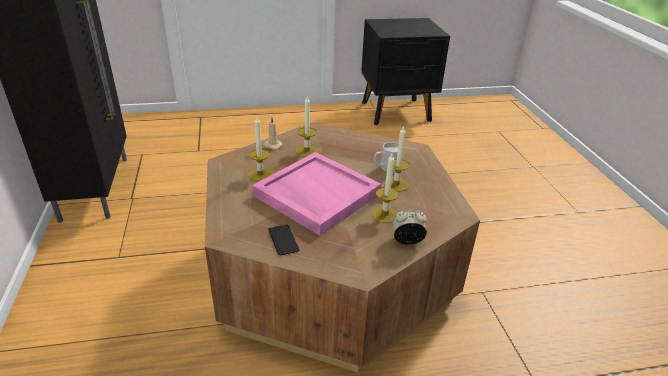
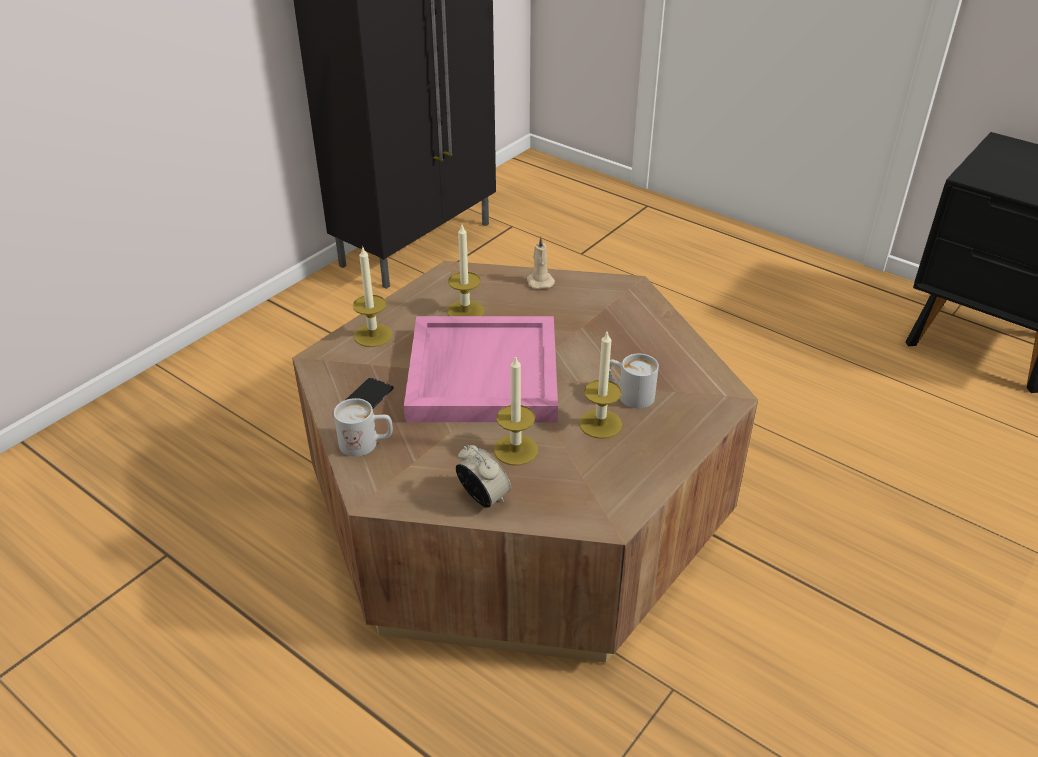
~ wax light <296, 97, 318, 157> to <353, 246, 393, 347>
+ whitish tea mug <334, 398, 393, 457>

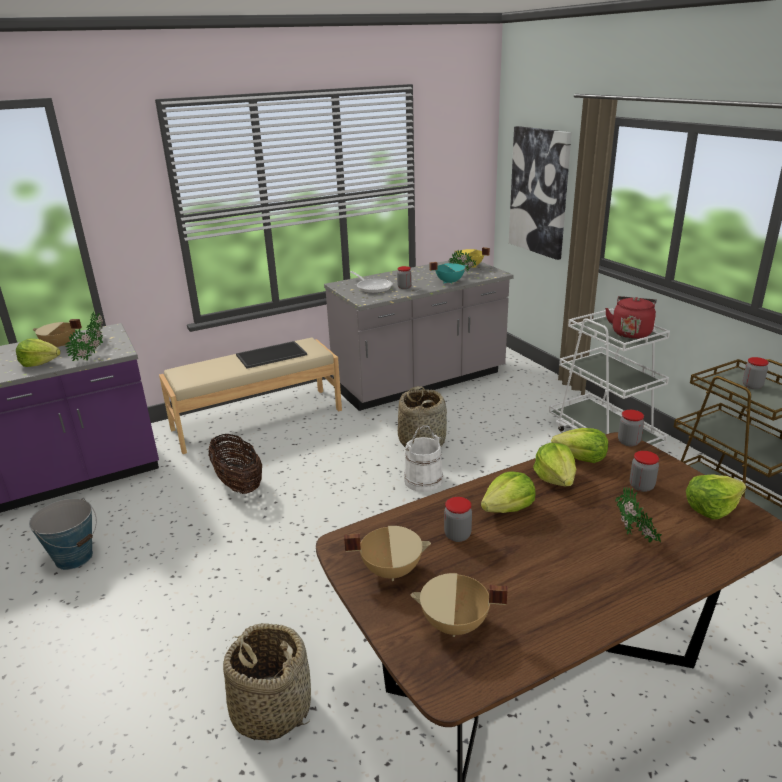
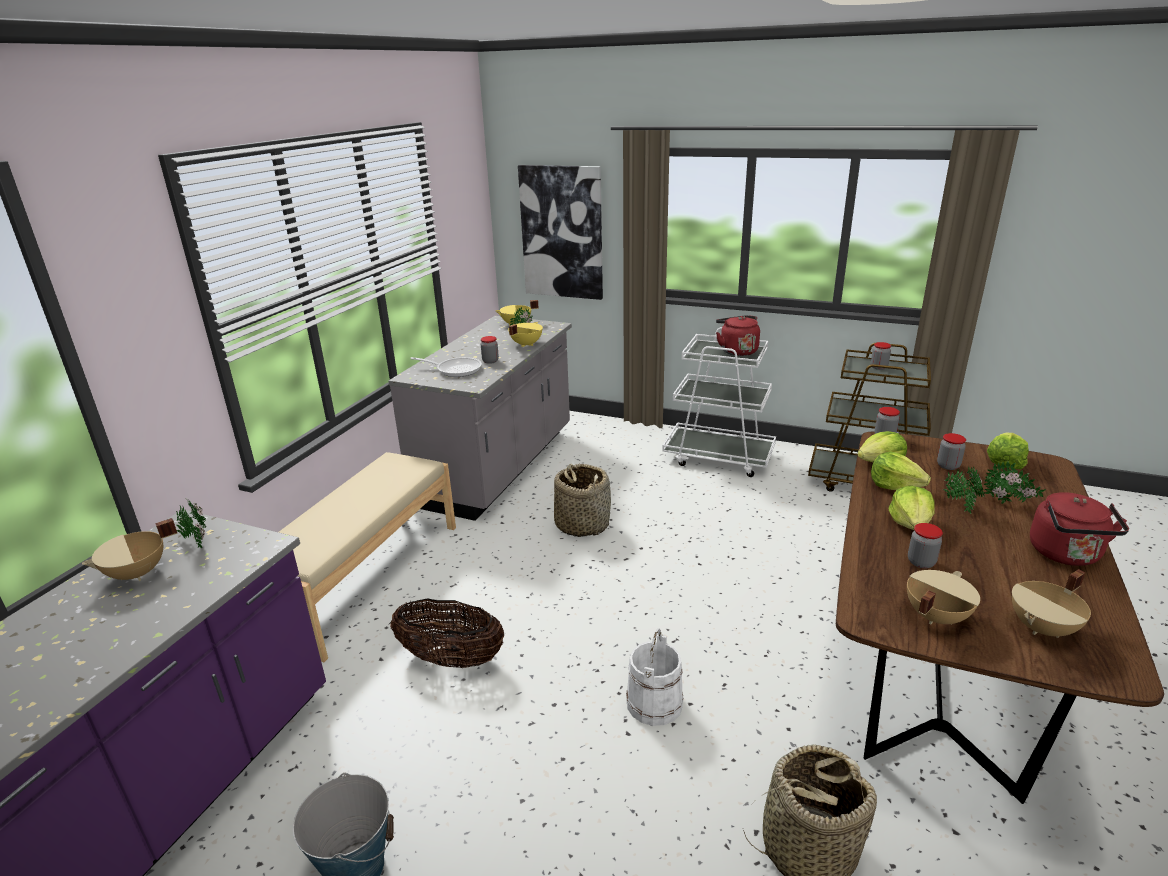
~ turquoise-coloured stockpot <429, 262, 467, 284> to yellow stockpot <508, 322, 543, 347>
~ plant in a pot <65, 328, 103, 361> to <943, 466, 984, 514>
- lettuce head <16, 338, 61, 367>
- tray <236, 341, 307, 368>
~ whitish water bucket <404, 425, 443, 492> to <626, 628, 684, 726>
+ red water kettle <1030, 492, 1129, 566>

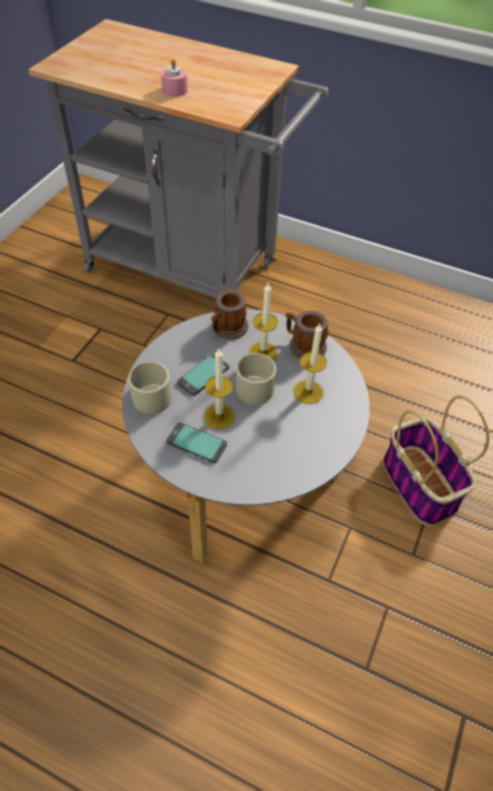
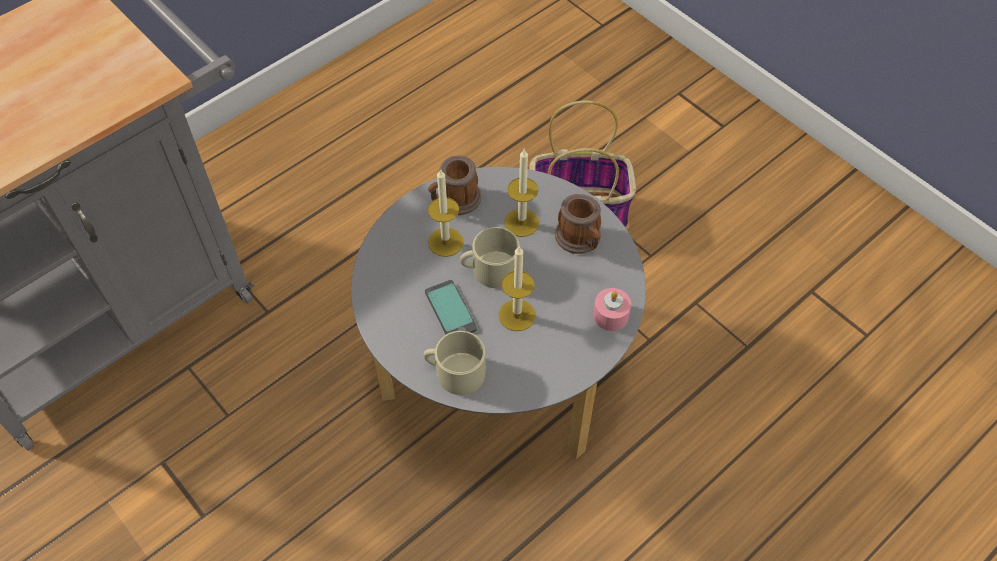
~ pink wax light <161, 59, 188, 97> to <593, 288, 631, 331>
~ tea mug <211, 290, 248, 339> to <555, 194, 601, 254>
- handset <166, 422, 227, 463>

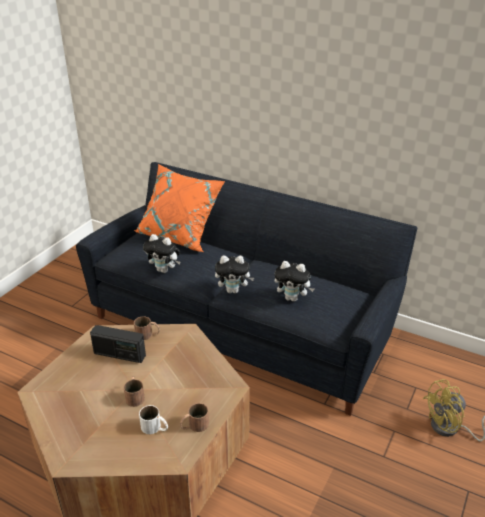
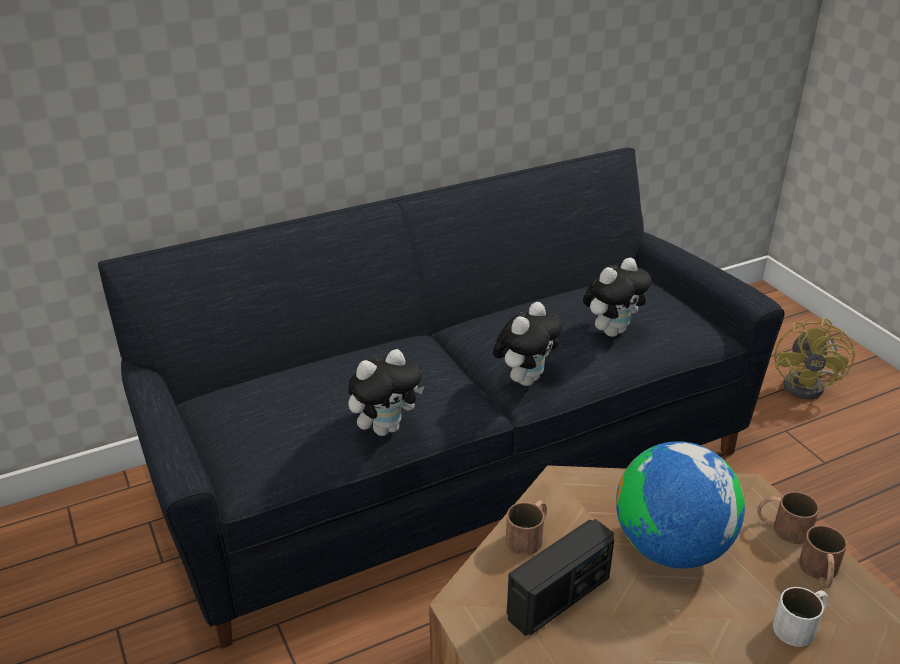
- orange cushion <134, 164, 225, 252>
~ brown-coloured tea mug <124, 376, 145, 407> to <757, 491, 819, 544>
+ desk globe <616, 441, 745, 569>

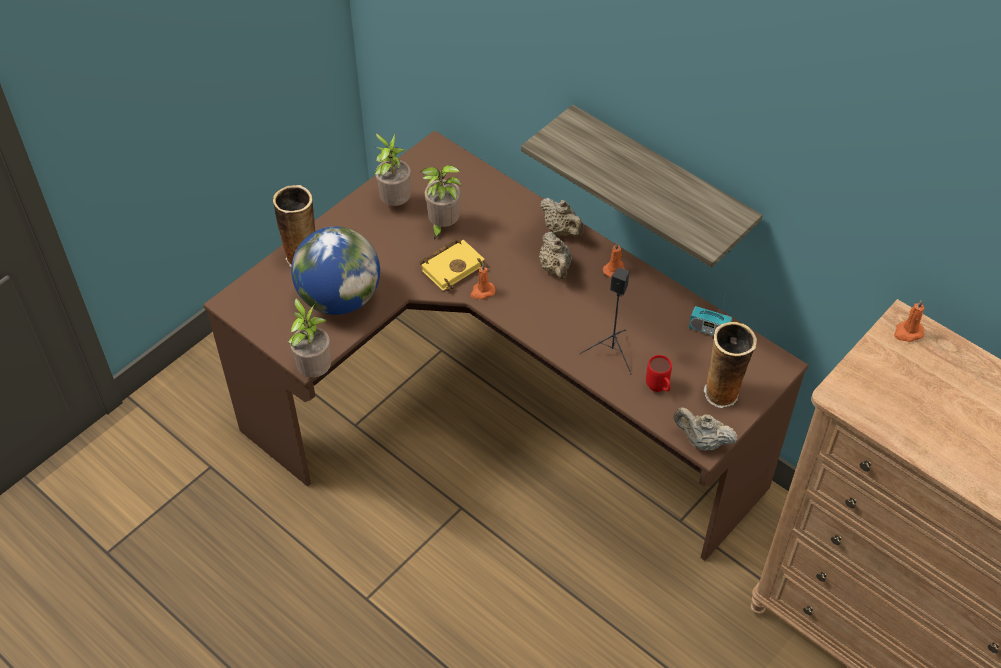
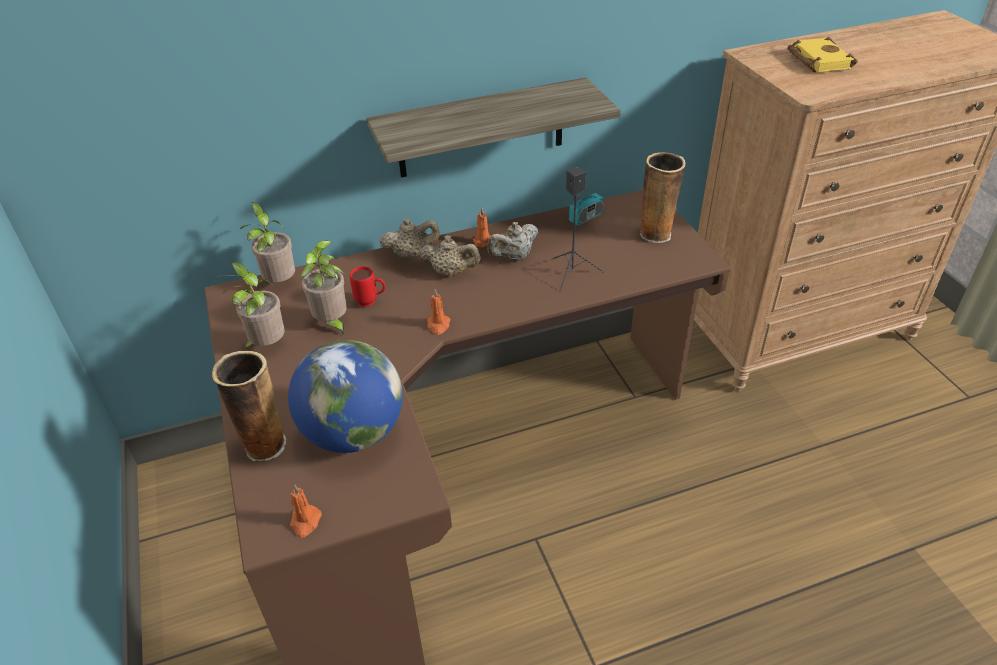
~ yellow bound book <419, 239, 487, 291> to <787, 37, 858, 72>
~ plant in a pot <288, 298, 331, 377> to <240, 202, 295, 283>
~ orange wax light <894, 300, 924, 342> to <290, 484, 322, 538>
~ red tea mug <646, 355, 672, 392> to <350, 266, 386, 307>
~ beige-coloured teapot <674, 407, 737, 451> to <487, 222, 538, 261>

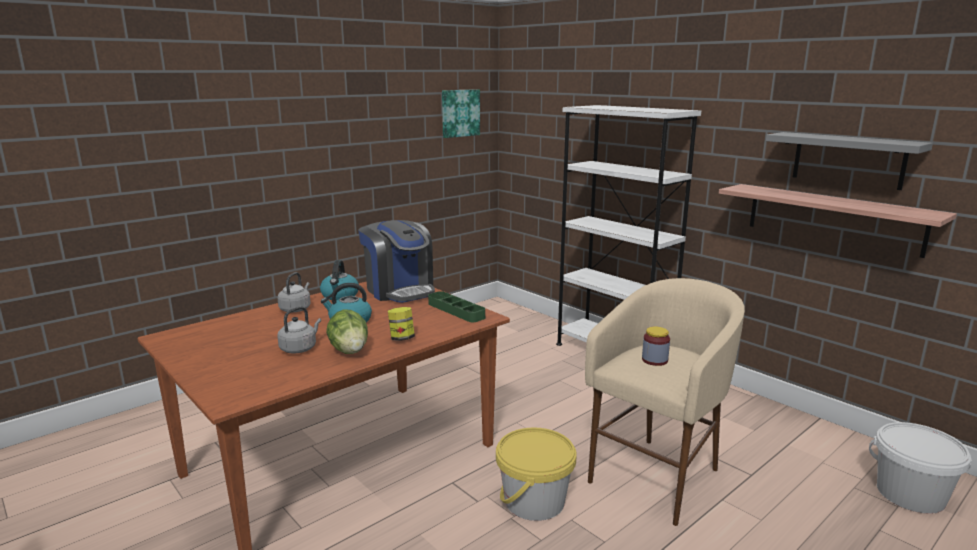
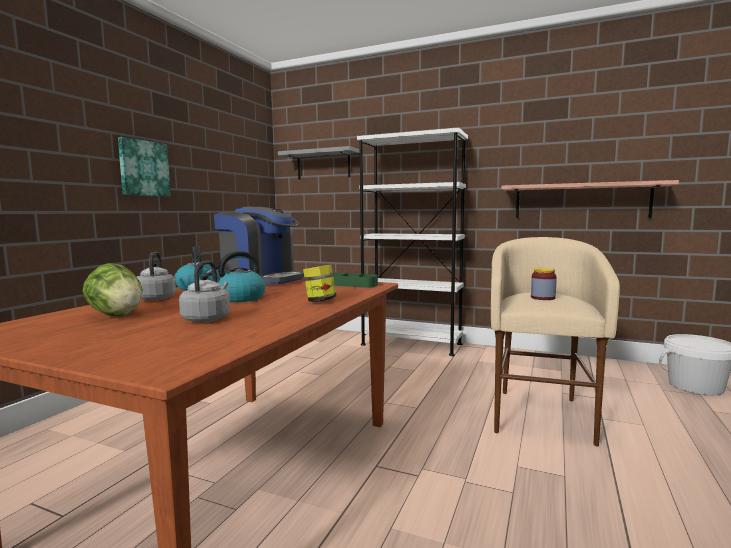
~ wall picture <442, 89, 480, 138> to <118, 137, 171, 196>
~ greyish bracket shelf <766, 132, 933, 190> to <278, 146, 359, 179>
~ lettuce head <326, 309, 368, 354> to <83, 263, 143, 316>
- yellow water bucket <496, 428, 577, 521>

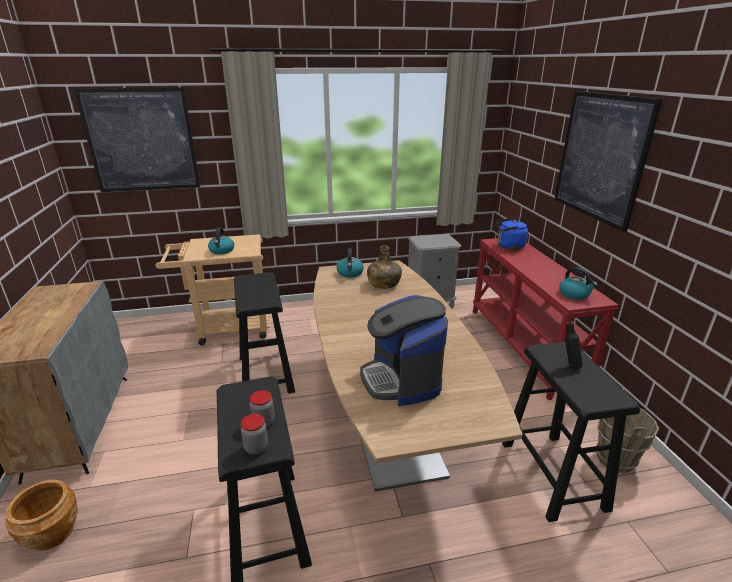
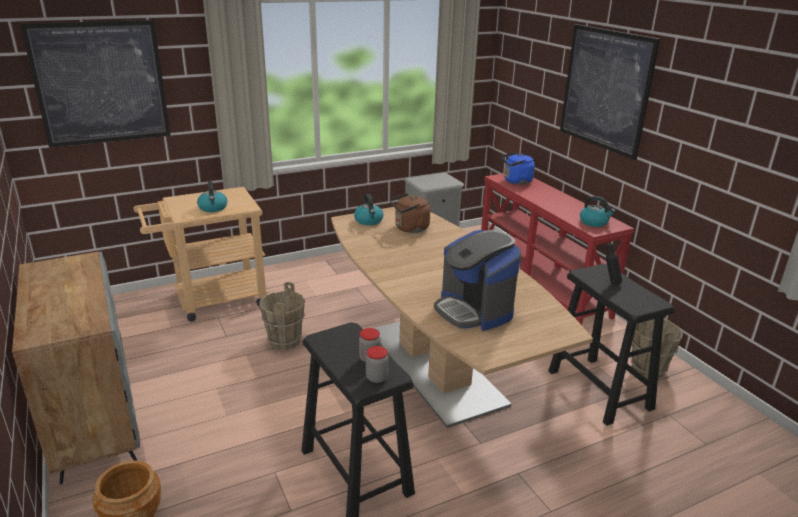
~ green beverage bottle <367, 245, 402, 289> to brown-coloured water kettle <390, 193, 431, 233>
~ blackish stool seat <234, 272, 295, 394> to brown-coloured water bucket <259, 282, 305, 350>

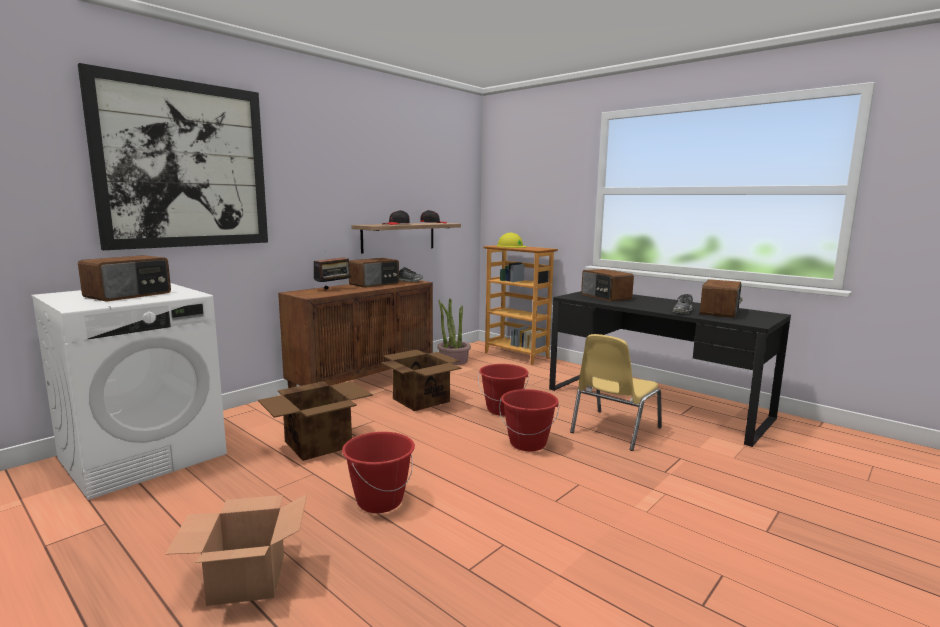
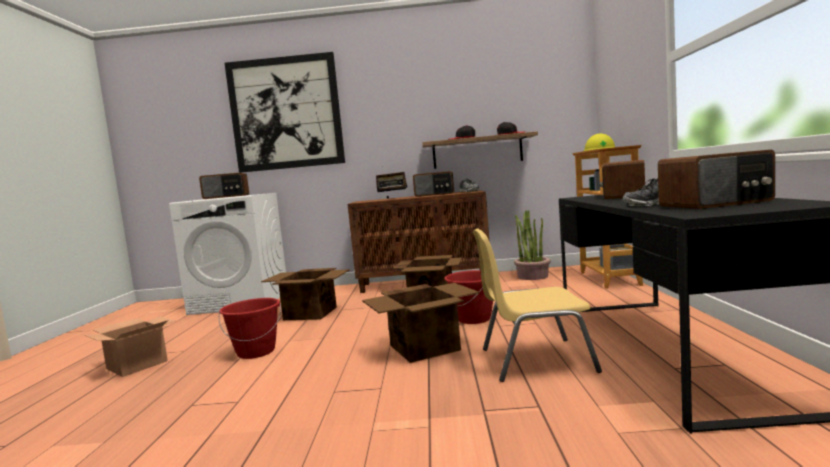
~ red water bucket <499, 389, 559, 451> to packing box <362, 283, 480, 363>

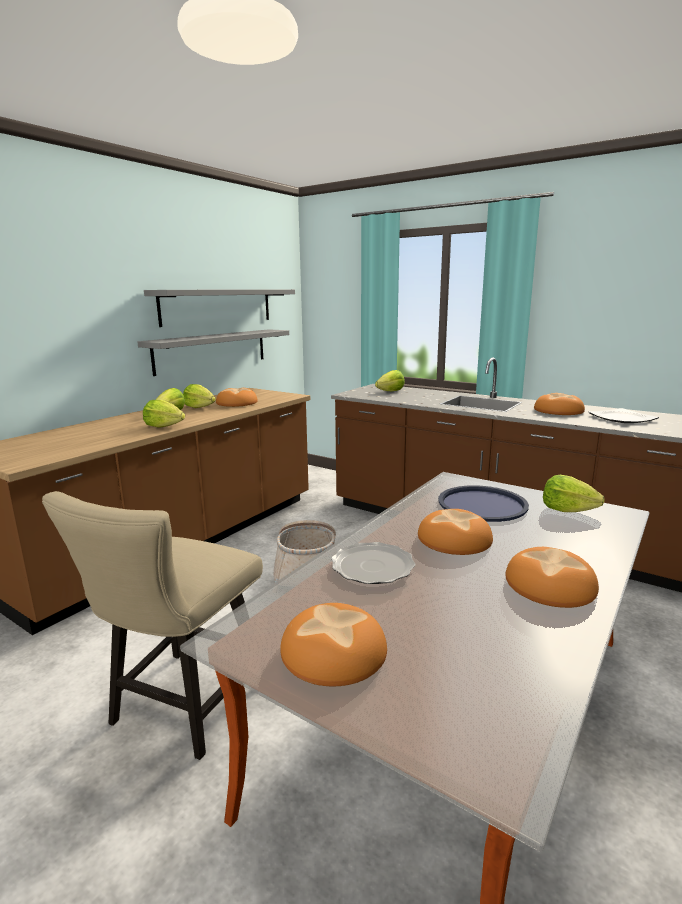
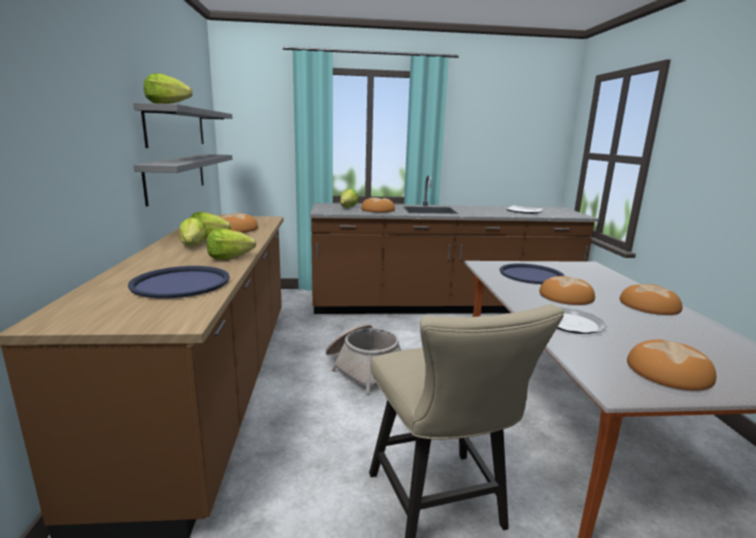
~ bakery bread <534, 393, 585, 415> to <361, 197, 395, 213>
~ lettuce head <543, 475, 605, 512> to <144, 73, 193, 104>
+ blue-coloured tray <128, 266, 230, 298>

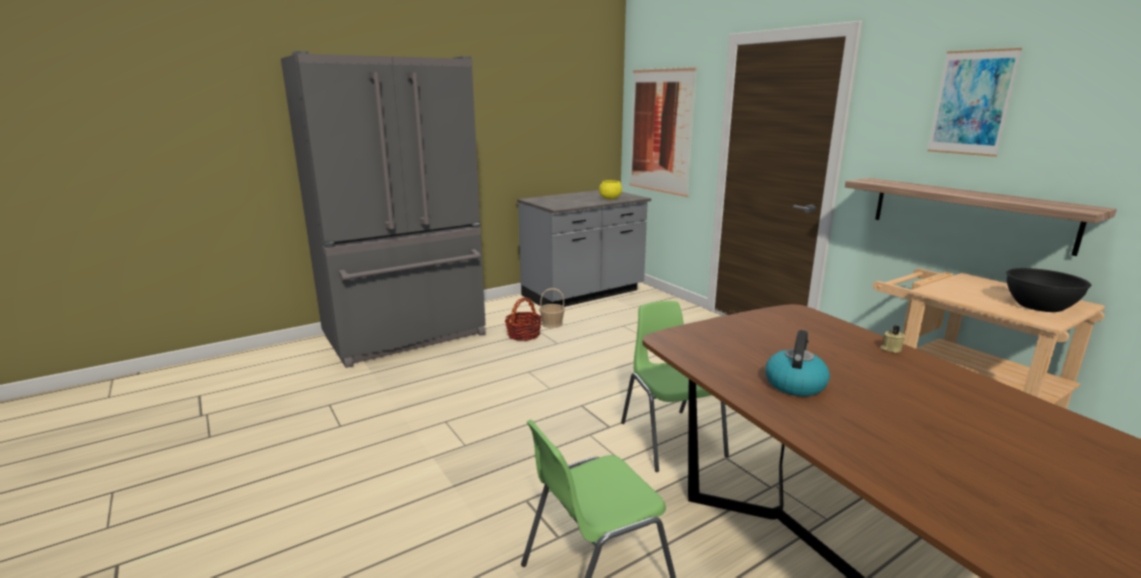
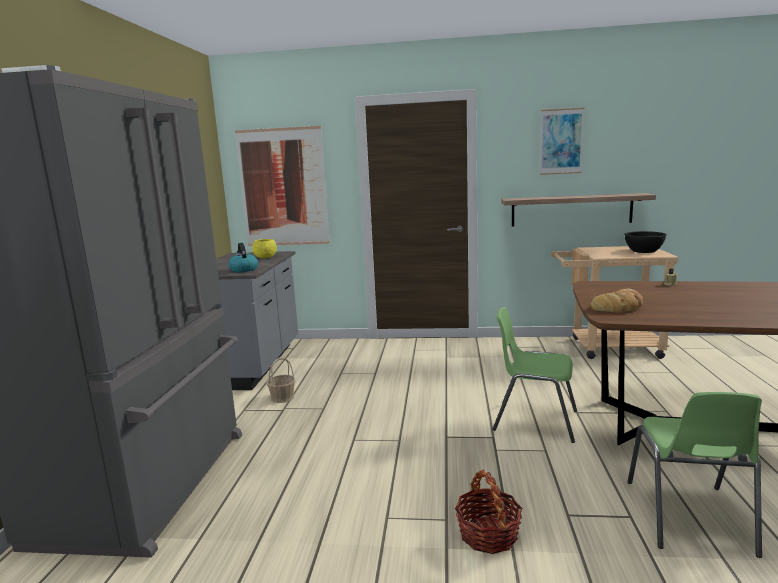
~ basket <505, 297, 542, 341> to <455, 469, 522, 554>
~ water kettle <765, 330, 830, 396> to <228, 243, 258, 272>
+ bakery bread <590, 288, 643, 313>

